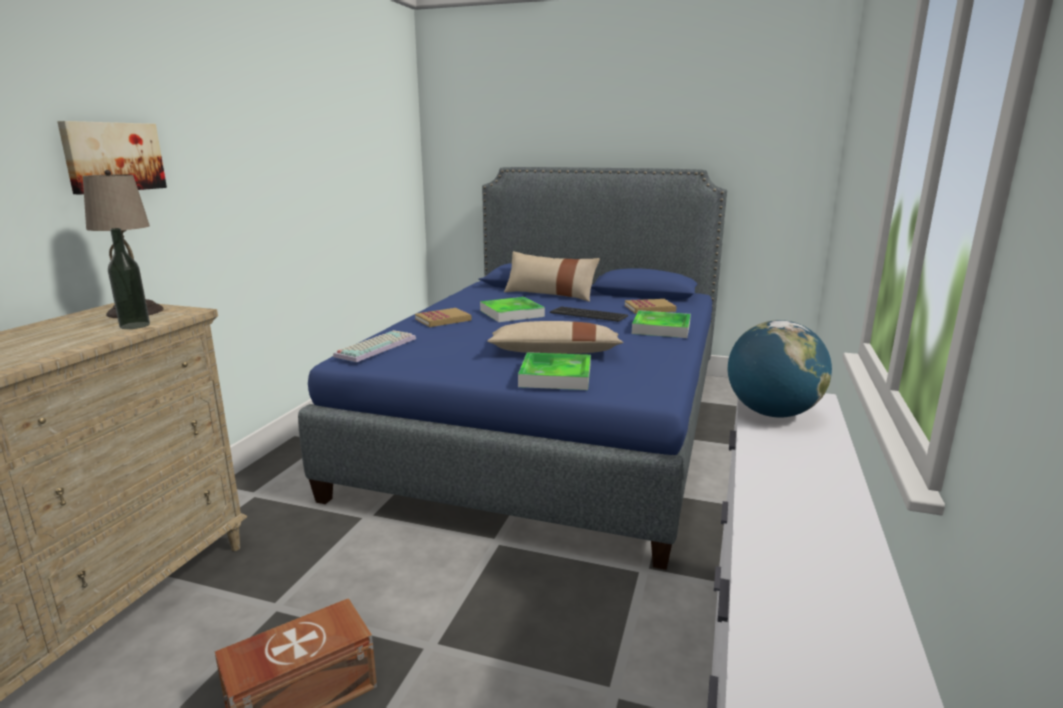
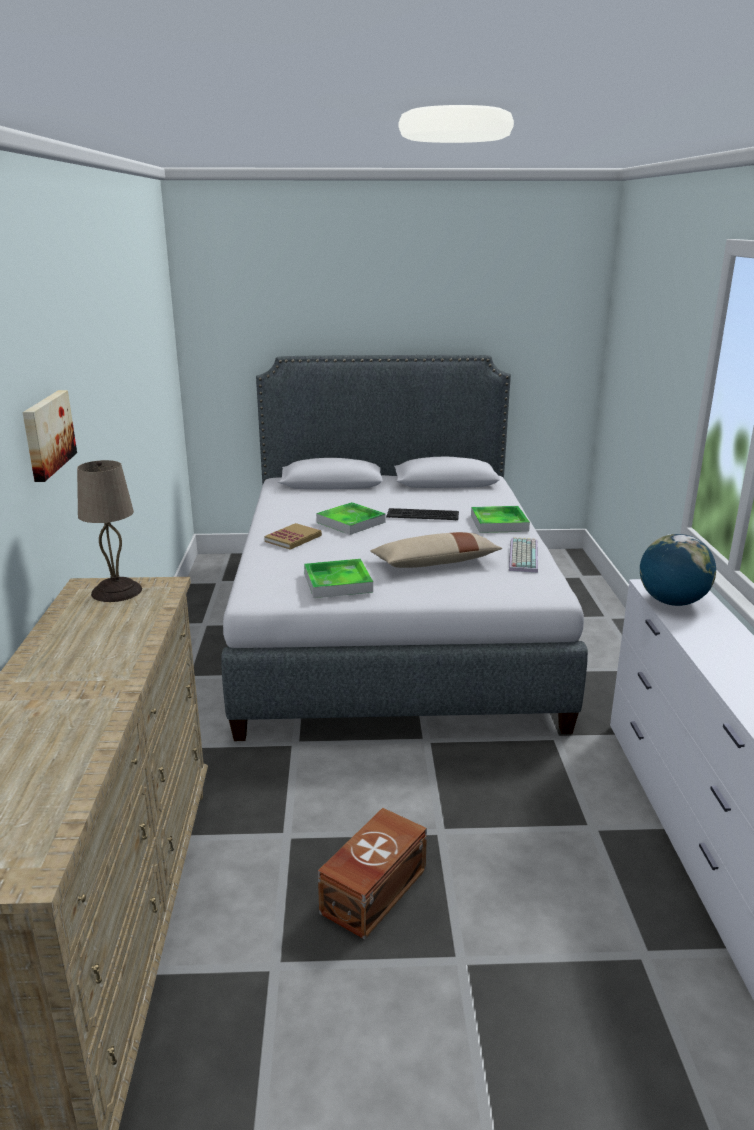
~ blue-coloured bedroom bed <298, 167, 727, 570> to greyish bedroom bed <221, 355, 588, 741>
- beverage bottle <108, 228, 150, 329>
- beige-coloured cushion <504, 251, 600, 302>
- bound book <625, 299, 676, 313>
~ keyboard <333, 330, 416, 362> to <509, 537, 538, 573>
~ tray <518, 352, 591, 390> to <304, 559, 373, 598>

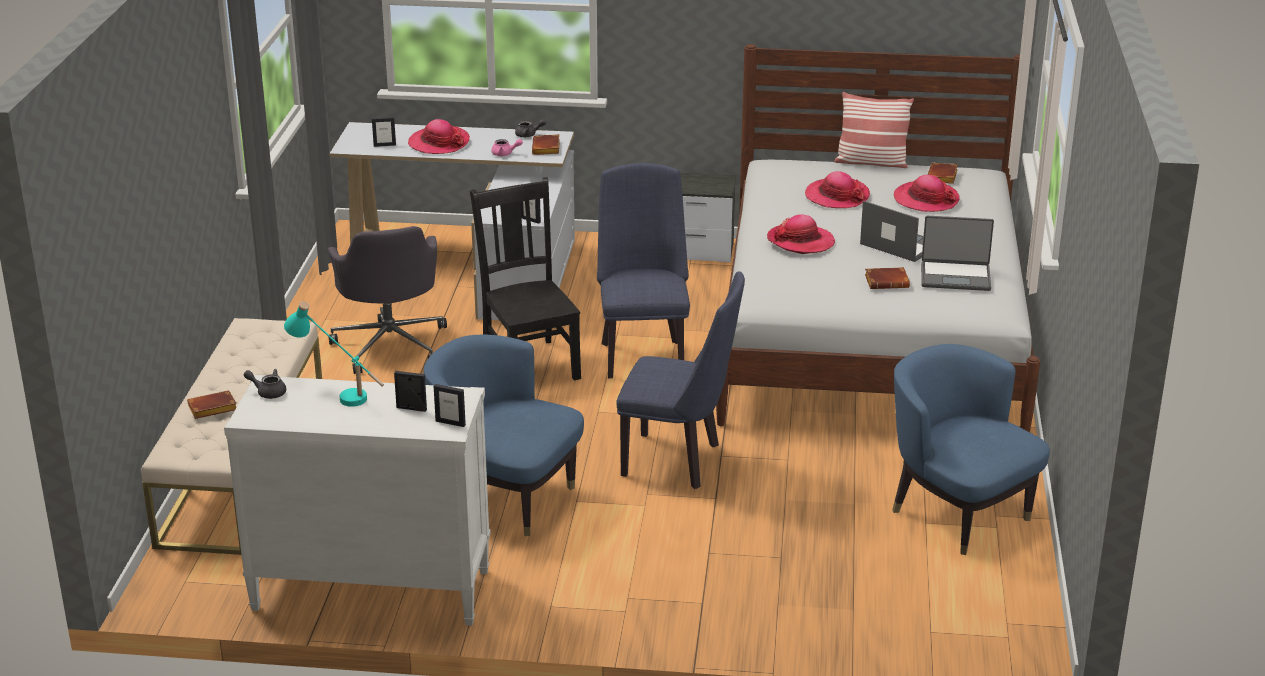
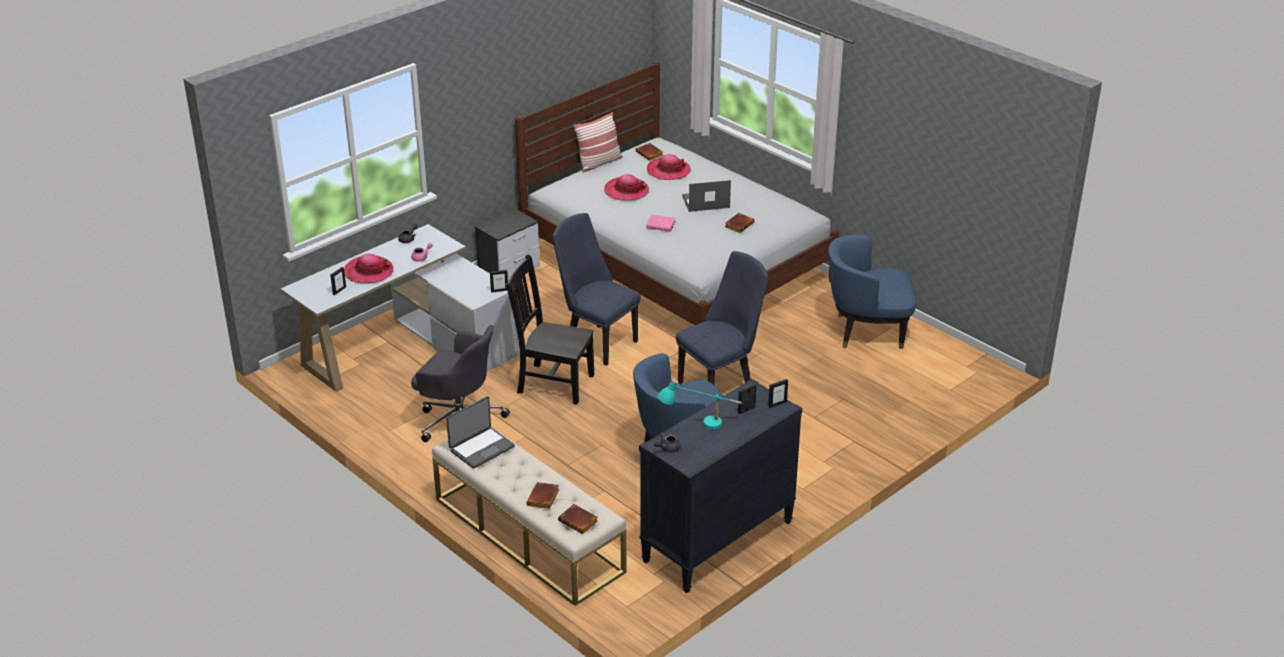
~ brown-coloured bound book <532, 134, 560, 155> to <558, 504, 598, 534>
~ hat <767, 214, 835, 254> to pink bound book <646, 215, 676, 232>
~ laptop <921, 215, 994, 291> to <446, 396, 515, 469>
~ whitish drawer chest <224, 375, 491, 626> to blackish drawer chest <639, 379, 802, 593>

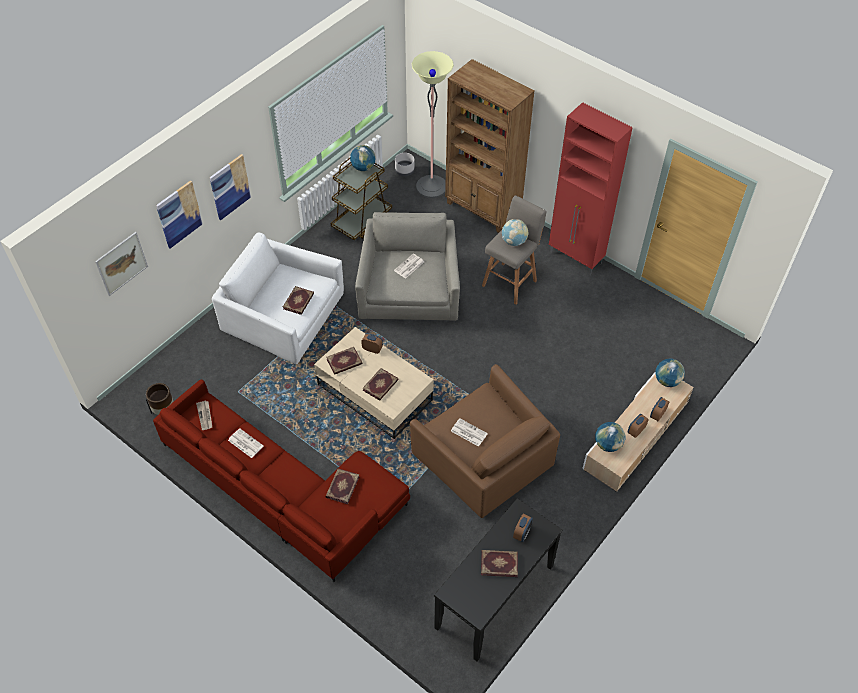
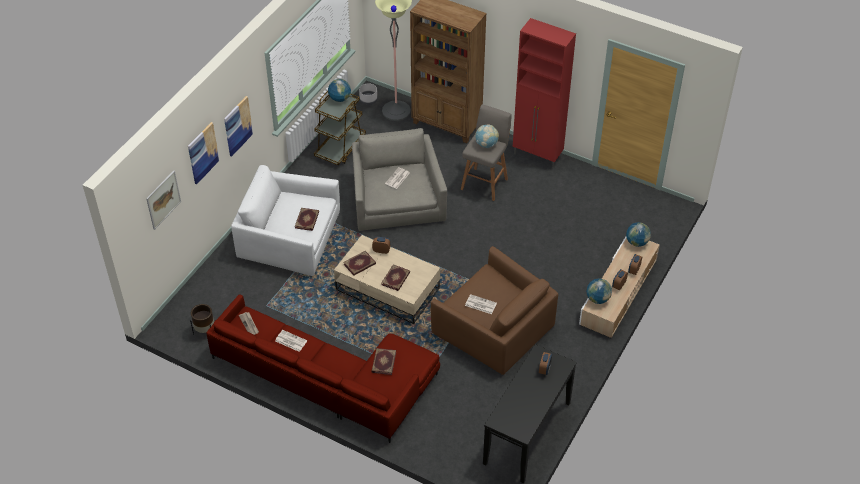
- bound book <481, 550, 518, 577>

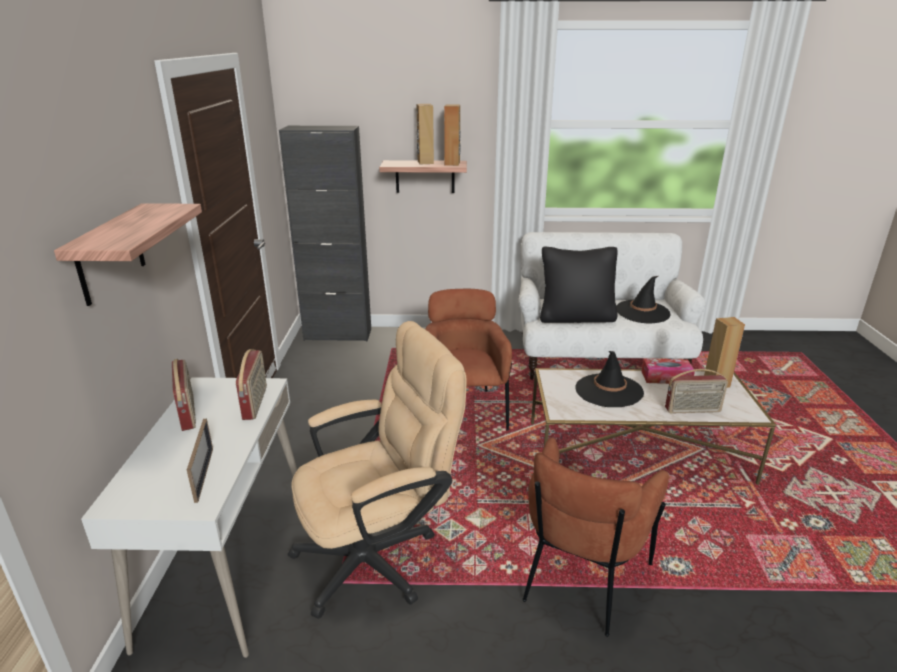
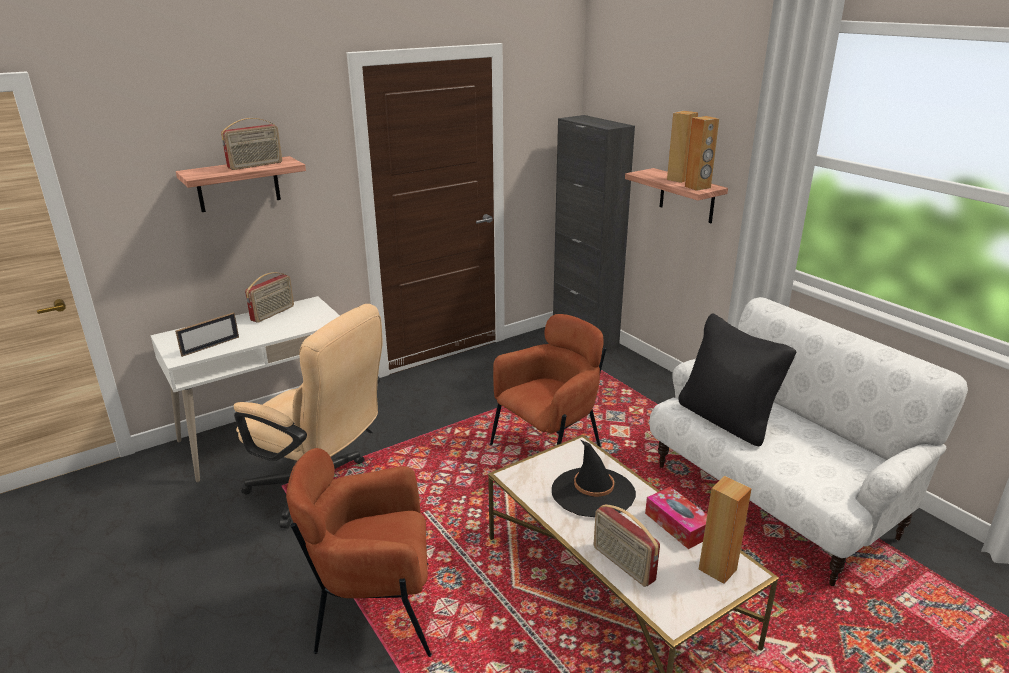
- blackish hat <616, 276, 670, 324>
~ radio <236, 349, 267, 420> to <221, 118, 282, 170>

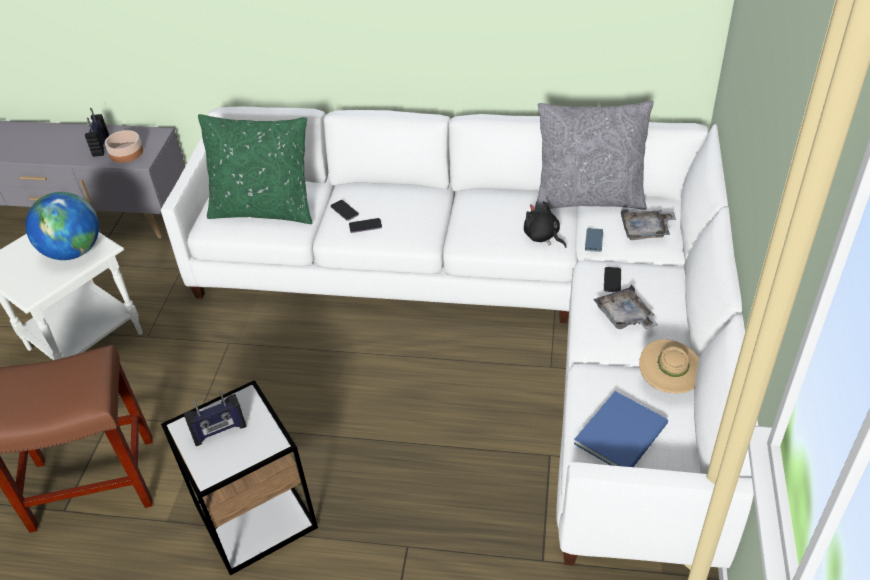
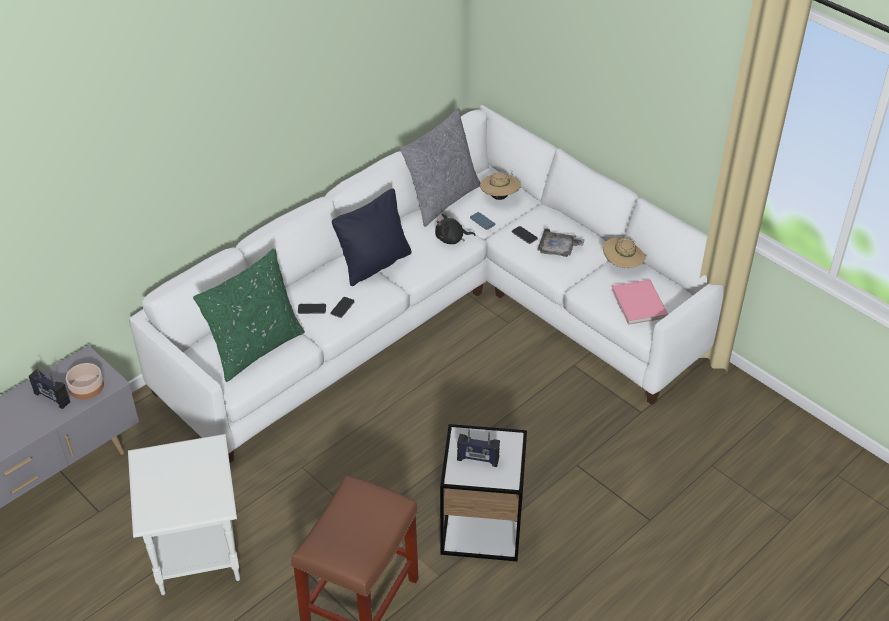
- desk globe <26, 192, 99, 260>
~ greyish tray <621, 209, 676, 240> to beige-coloured hat <480, 172, 521, 200>
~ radio <184, 390, 247, 446> = <457, 429, 500, 467> 90 degrees clockwise
~ blue-coloured bound book <574, 391, 668, 467> to pink bound book <611, 280, 668, 325>
+ blackish cushion <332, 188, 412, 286>

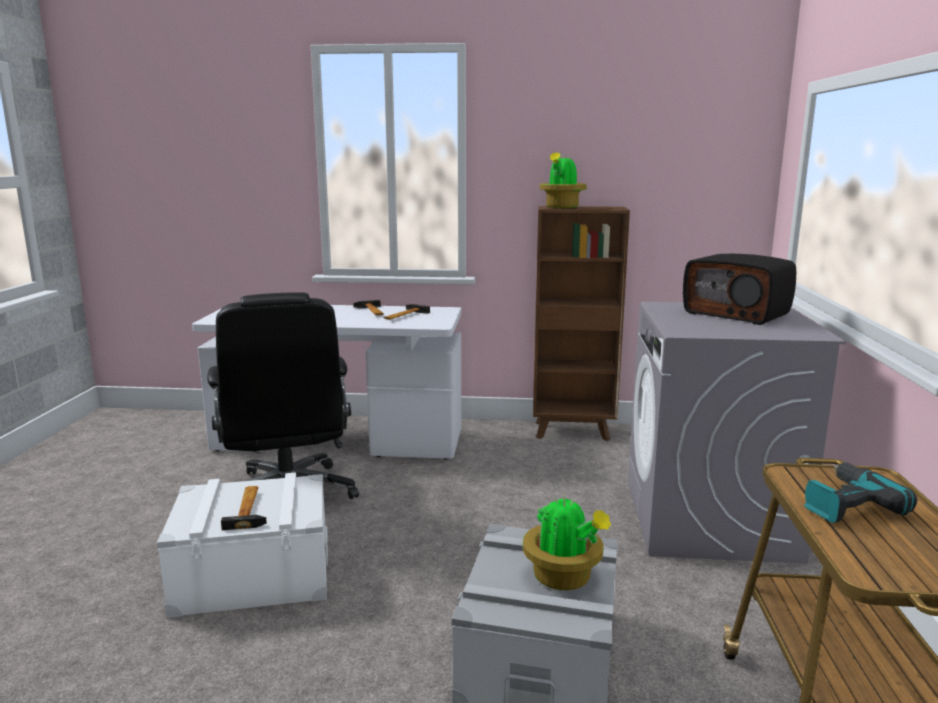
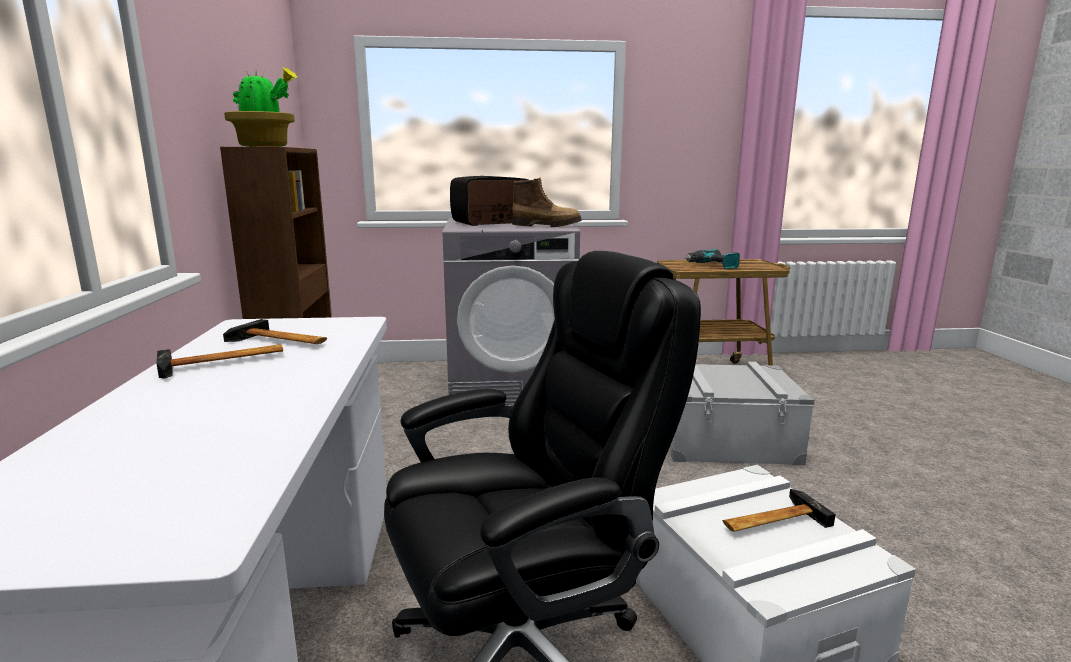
~ radio <683, 254, 796, 325> = <450, 176, 528, 226> 150 degrees counterclockwise
- plant in a pot <523, 494, 611, 590>
+ high-top boot <512, 178, 582, 227>

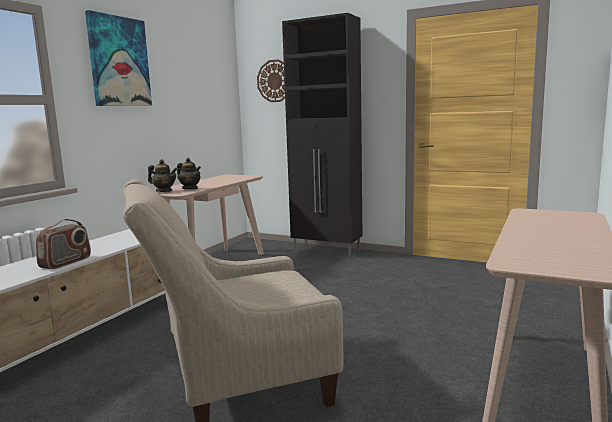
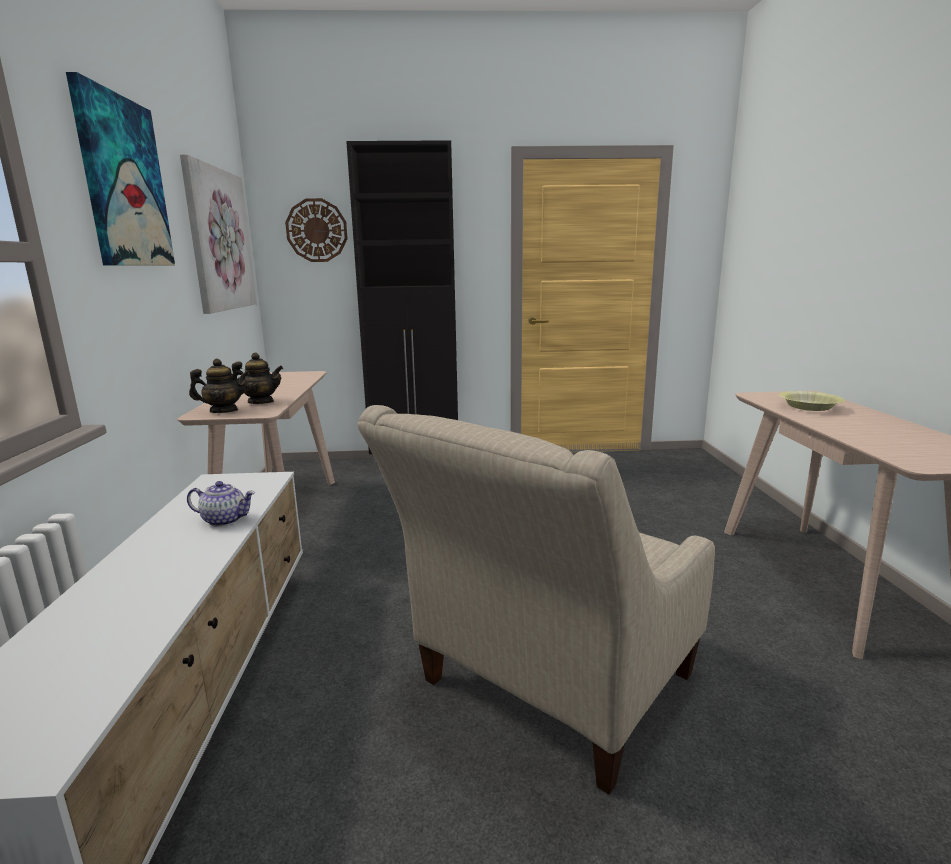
- radio <36, 219, 91, 269>
+ wall picture <180, 154, 257, 314>
+ yellow deep dish <779, 391, 845, 411>
+ teapot <187, 481, 255, 527>

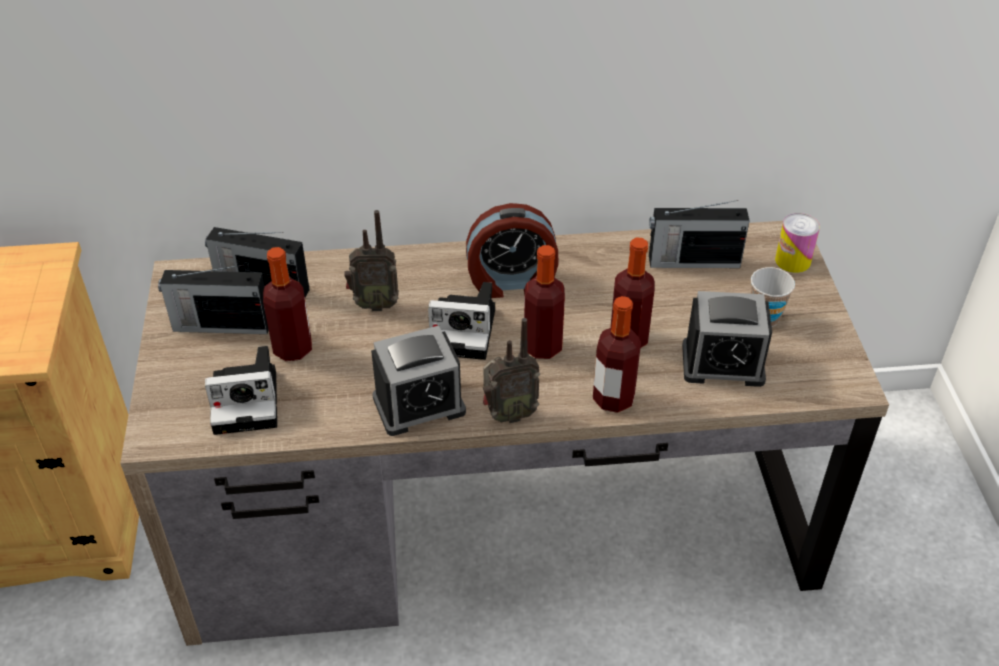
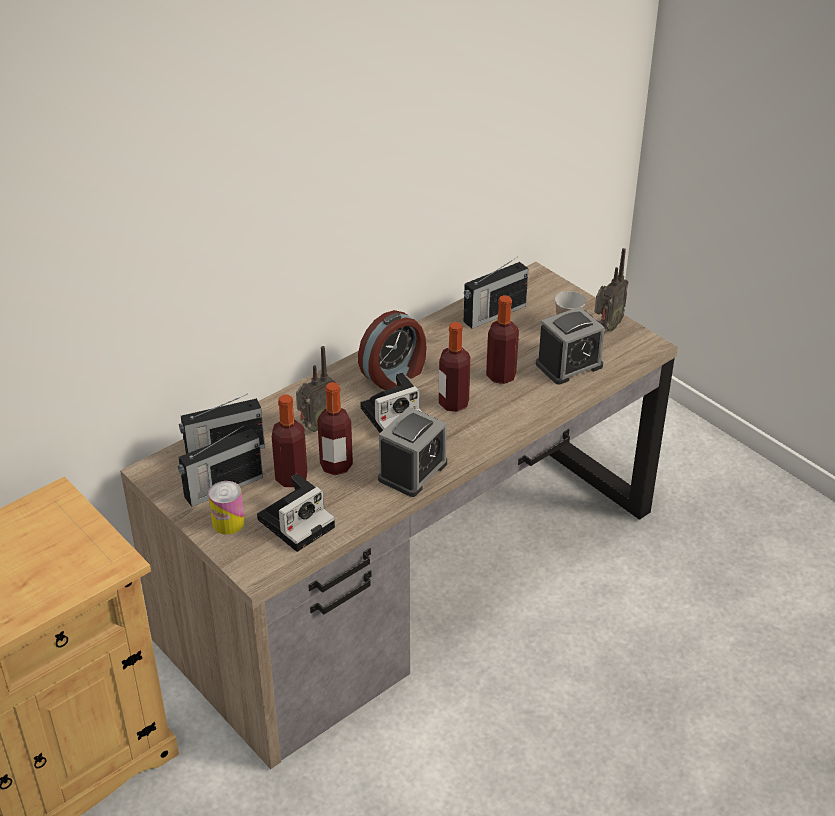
~ sealed can <775, 213, 820, 273> to <208, 481, 245, 535>
~ beverage bottle <593, 296, 641, 413> to <317, 382, 353, 475>
~ radio <483, 318, 540, 423> to <595, 248, 628, 331>

